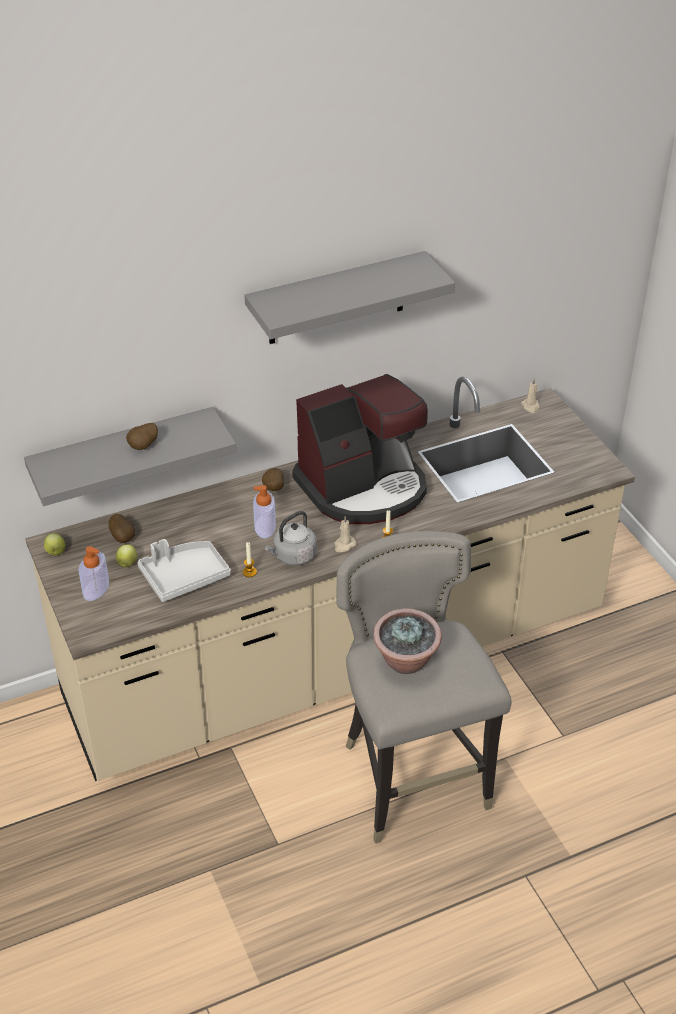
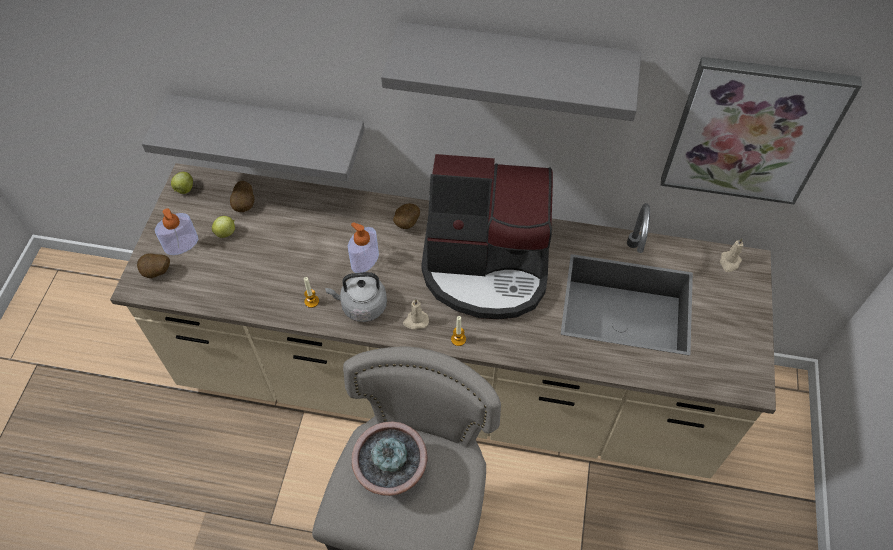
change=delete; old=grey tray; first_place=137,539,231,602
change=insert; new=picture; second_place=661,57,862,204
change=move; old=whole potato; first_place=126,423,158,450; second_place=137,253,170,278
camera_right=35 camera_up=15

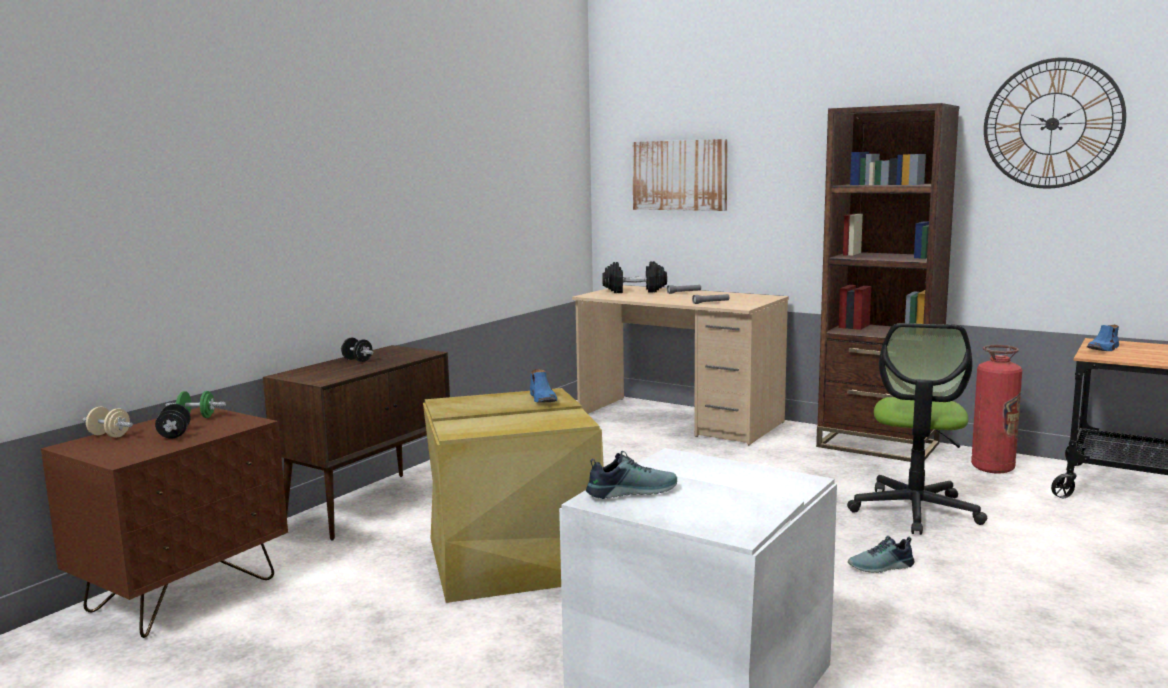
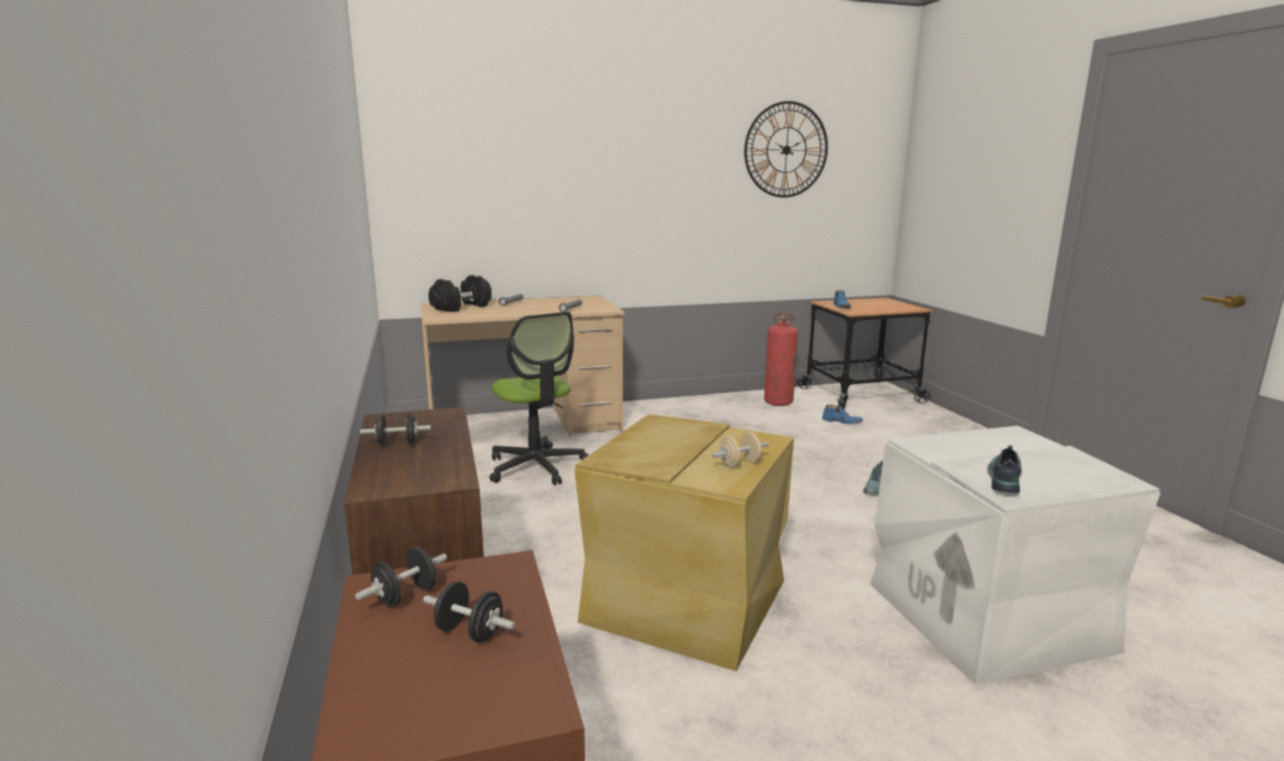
change=delete; old=picture; first_place=632,139,728,211
change=delete; old=brown bookshelf; first_place=816,103,959,462
change=move; old=beige hand weight; first_place=83,407,133,438; second_place=712,432,769,467
change=move; old=blue low shoe; first_place=530,369,557,403; second_place=822,405,863,424
change=move; old=office chair; first_place=847,323,987,535; second_place=489,312,588,485
change=recolor; old=green hand weight; new=black hand weight; first_place=166,391,226,418; second_place=355,547,447,607
camera_right=-50 camera_up=5

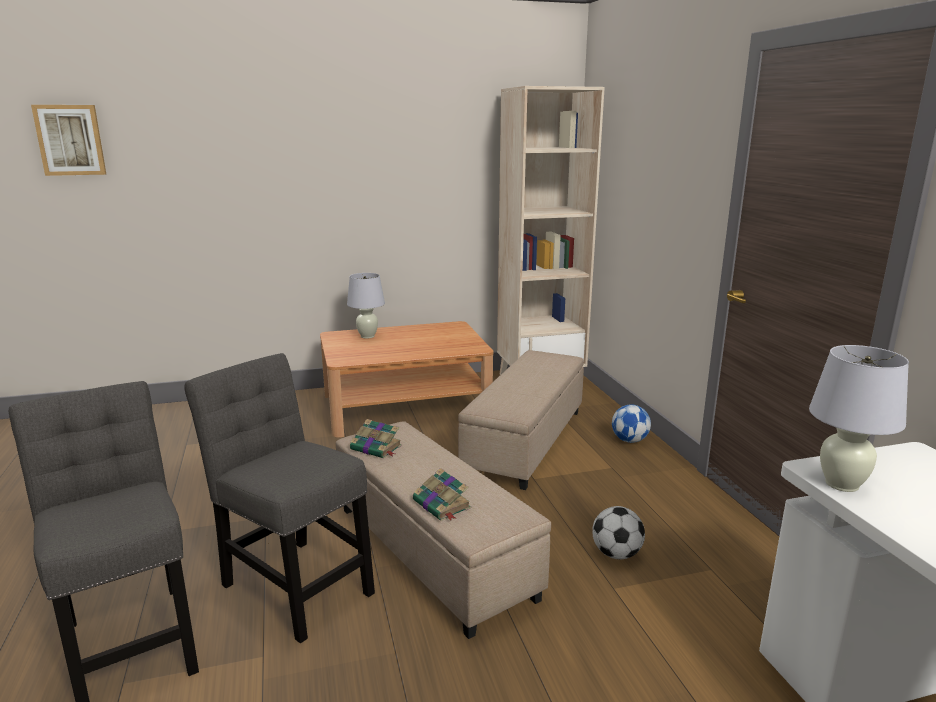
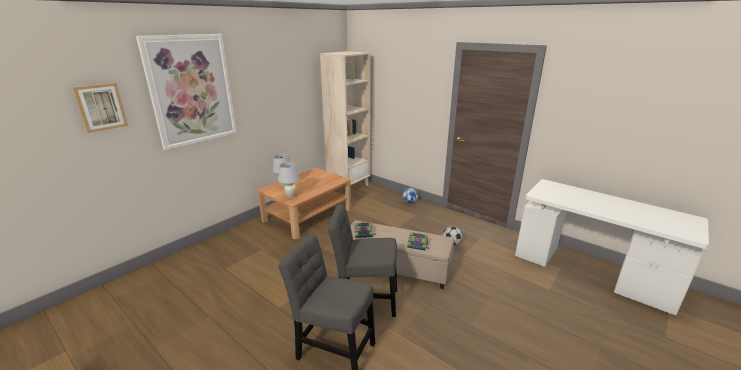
change=delete; old=beige footrest; first_place=458,350,584,490
change=insert; new=picture; second_place=136,34,237,150
change=move; old=white-coloured lamp for a table; first_place=809,345,909,492; second_place=279,162,300,198
camera_right=-35 camera_up=5

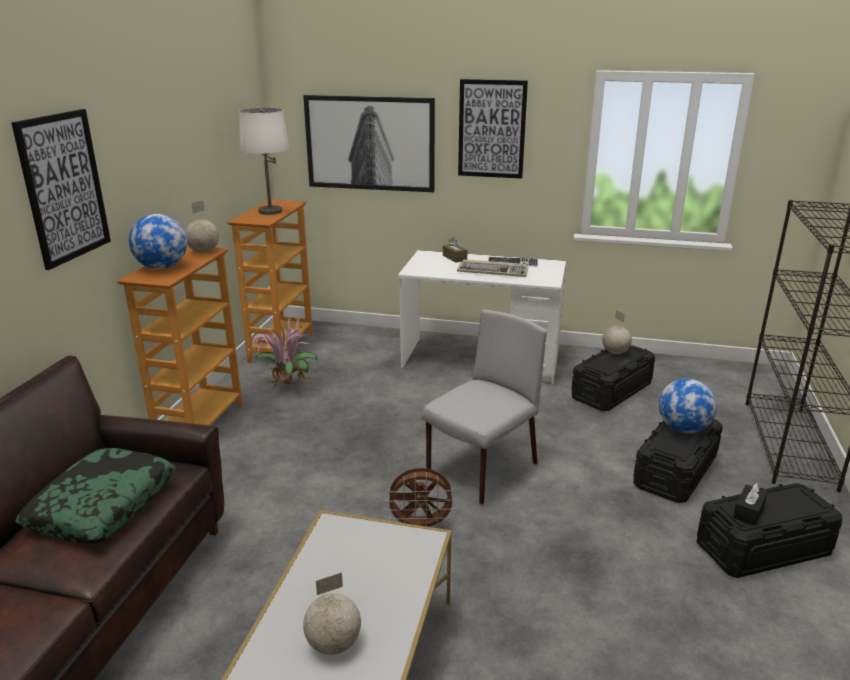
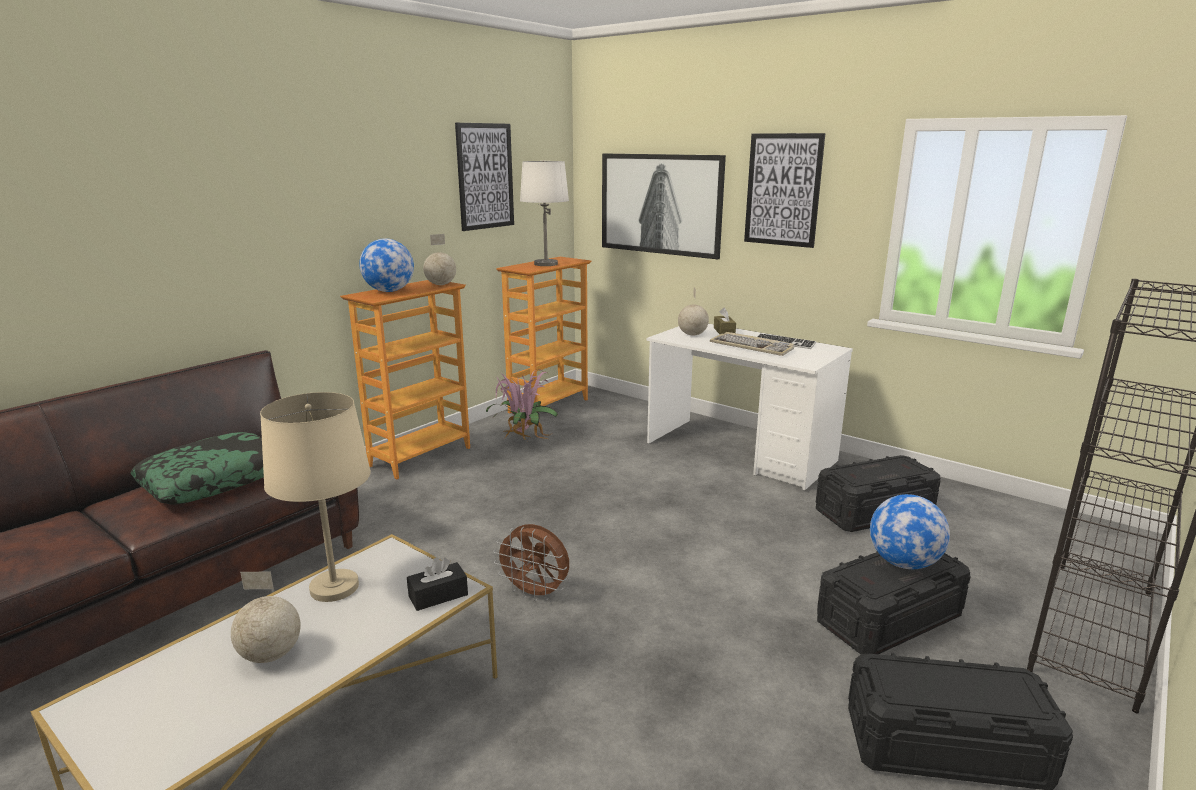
change=delete; old=grey upright chair; first_place=422,310,547,505
change=insert; new=beige lamp for a table; second_place=260,392,371,602
change=move; old=picture; first_place=11,109,111,270; second_place=455,123,514,231
change=move; old=globe; first_place=602,310,632,354; second_place=678,287,709,335
change=move; old=black tissue box; first_place=733,483,768,526; second_place=407,558,468,611
camera_right=25 camera_up=-5

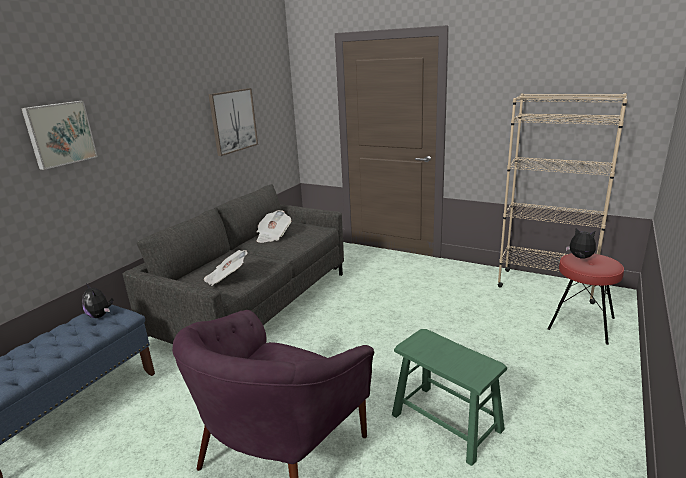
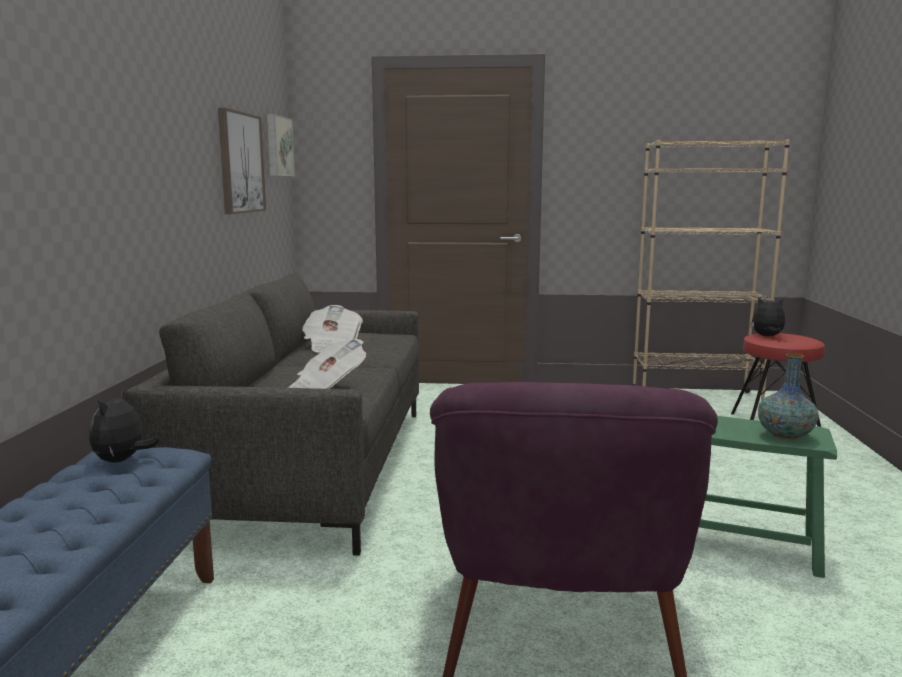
change=insert; new=decorative vase; second_place=758,353,819,440
change=move; old=picture; first_place=21,101,98,170; second_place=267,114,295,176
change=rotate; old=plush toy; first_place=82,285,113,318; second_place=89,389,159,463; degrees=75
camera_right=-25 camera_up=-10

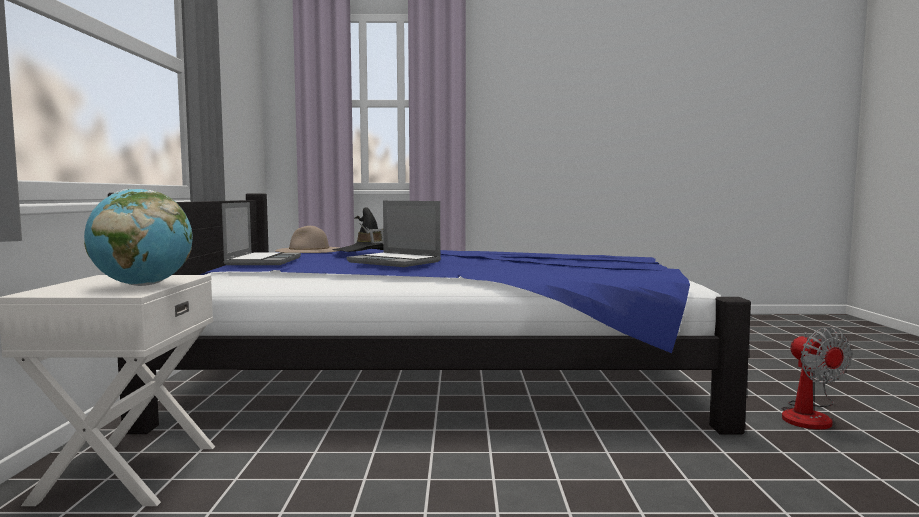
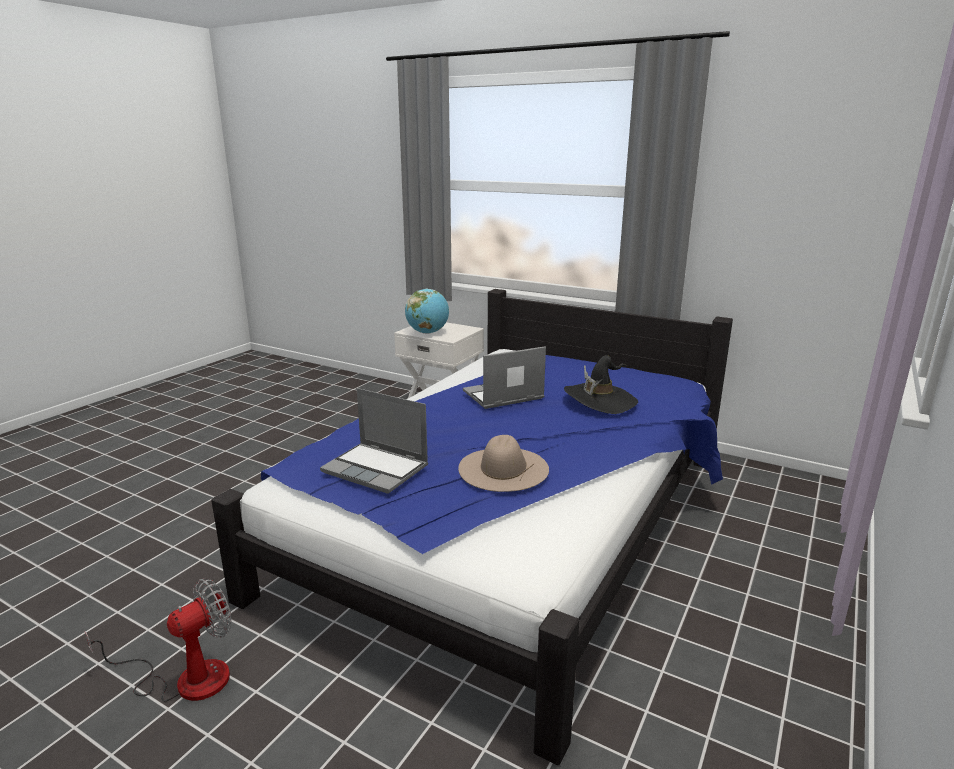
change=move; old=laptop; first_place=222,202,301,265; second_place=320,388,428,494
change=move; old=beige wearable hat; first_place=275,226,339,253; second_place=458,435,549,492
change=rotate; old=cooling fan; first_place=781,327,852,429; second_place=85,578,231,701; degrees=120
camera_right=120 camera_up=15

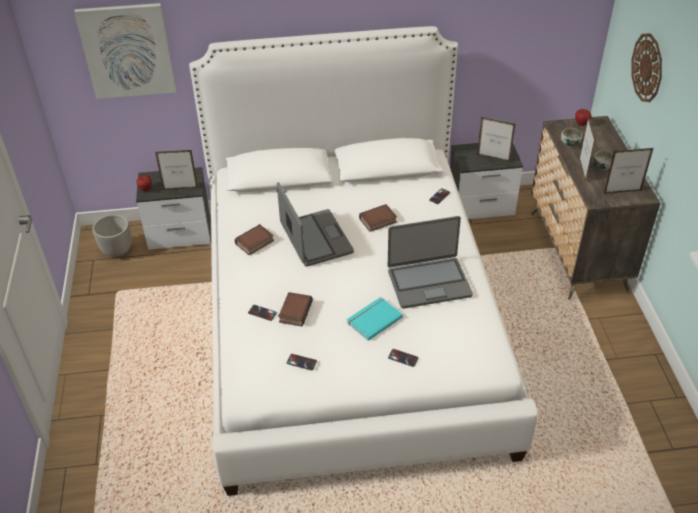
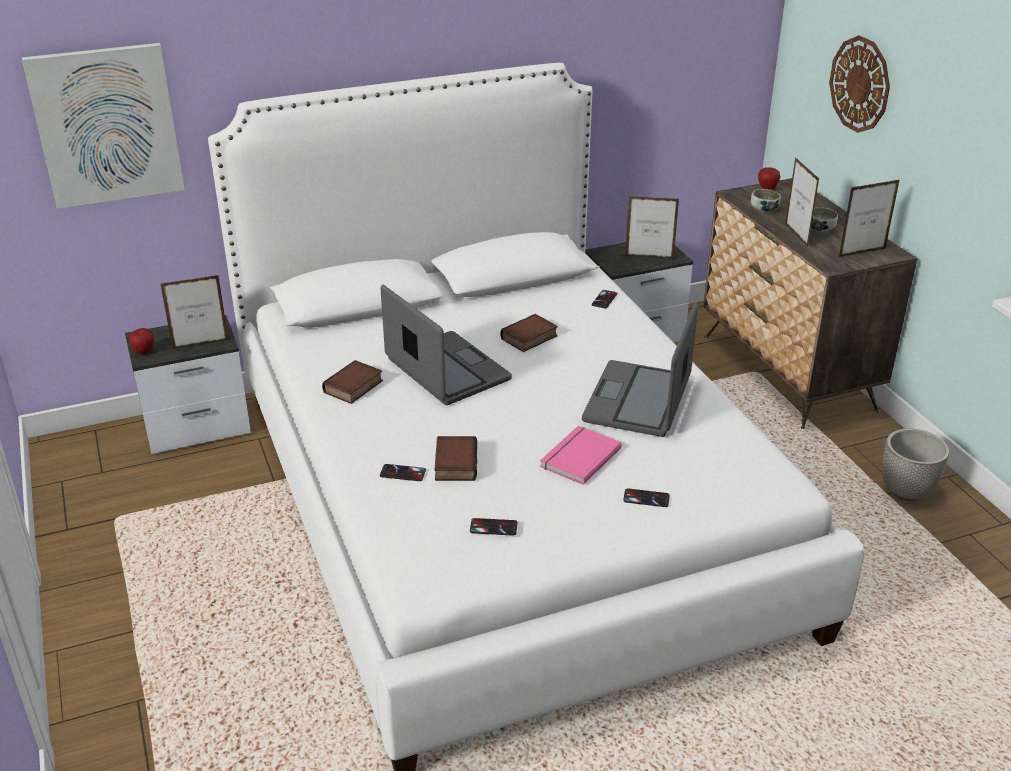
change=move; old=flower pot; first_place=92,214,132,258; second_place=882,429,949,501
change=recolor; old=turquoise bound book; new=pink bound book; first_place=347,297,403,341; second_place=540,426,622,485
change=rotate; old=laptop; first_place=388,216,473,309; second_place=582,303,698,437; degrees=135
camera_right=-15 camera_up=-10

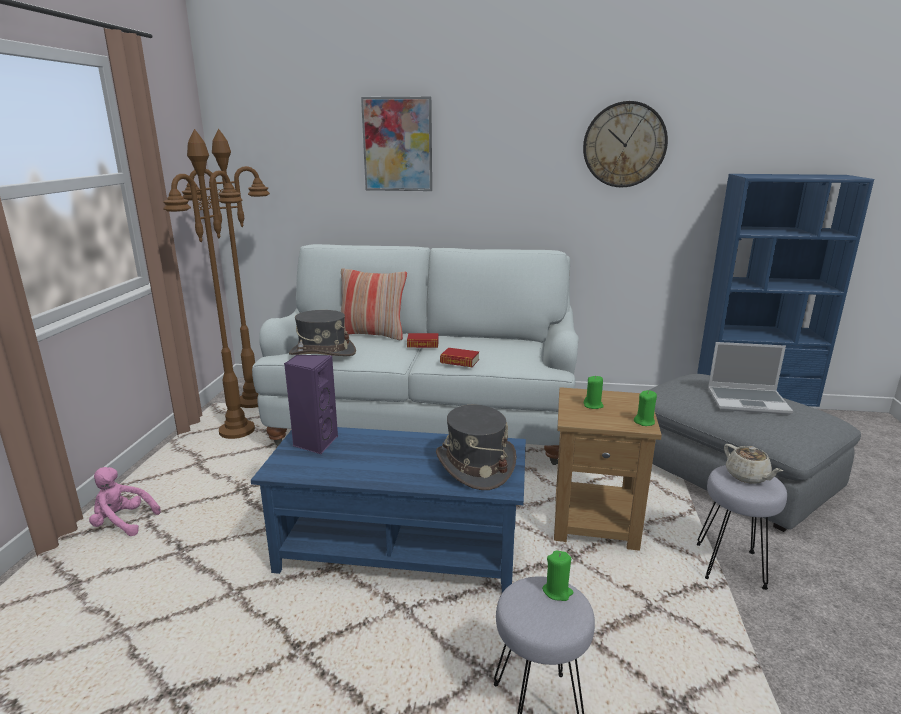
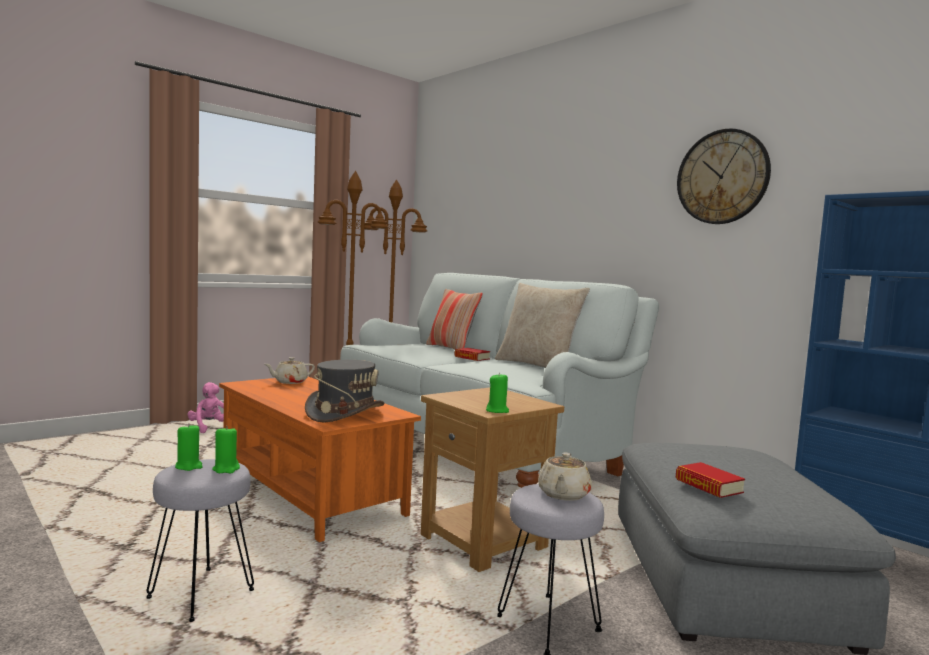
change=delete; old=grey wearable hat; first_place=289,310,356,356
change=delete; old=picture; first_place=361,96,432,191
change=delete; old=laptop; first_place=708,342,793,415
change=insert; new=beige throw pillow; second_place=495,283,590,368
change=move; old=bound book; first_place=440,348,479,367; second_place=675,462,745,498
change=move; old=green candle; first_place=584,376,604,409; second_place=175,423,202,471
change=replace; old=purple-coloured audio speaker; new=beige pot for tea; first_place=284,354,338,454; second_place=265,357,315,384
change=recolor; old=blue coffee table; new=orange coffee table; first_place=251,427,526,593; second_place=219,377,421,542
camera_right=40 camera_up=-15

